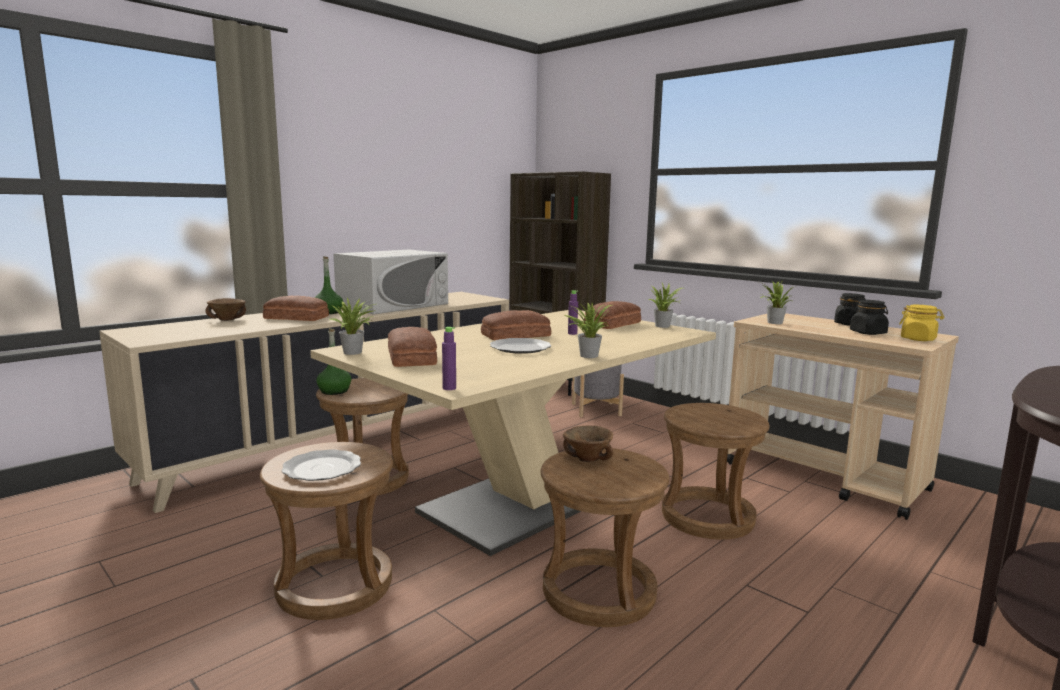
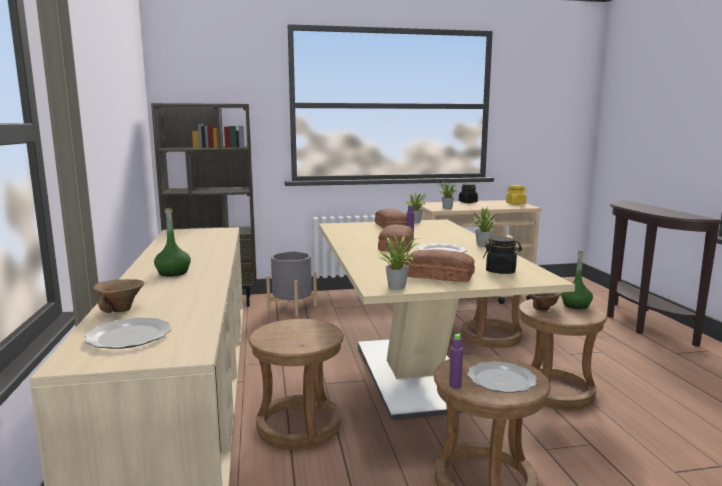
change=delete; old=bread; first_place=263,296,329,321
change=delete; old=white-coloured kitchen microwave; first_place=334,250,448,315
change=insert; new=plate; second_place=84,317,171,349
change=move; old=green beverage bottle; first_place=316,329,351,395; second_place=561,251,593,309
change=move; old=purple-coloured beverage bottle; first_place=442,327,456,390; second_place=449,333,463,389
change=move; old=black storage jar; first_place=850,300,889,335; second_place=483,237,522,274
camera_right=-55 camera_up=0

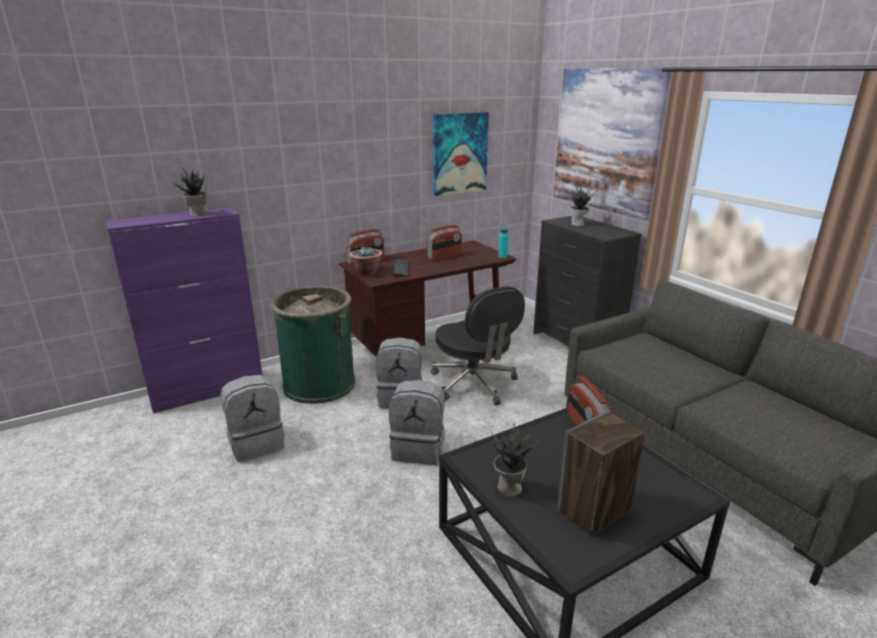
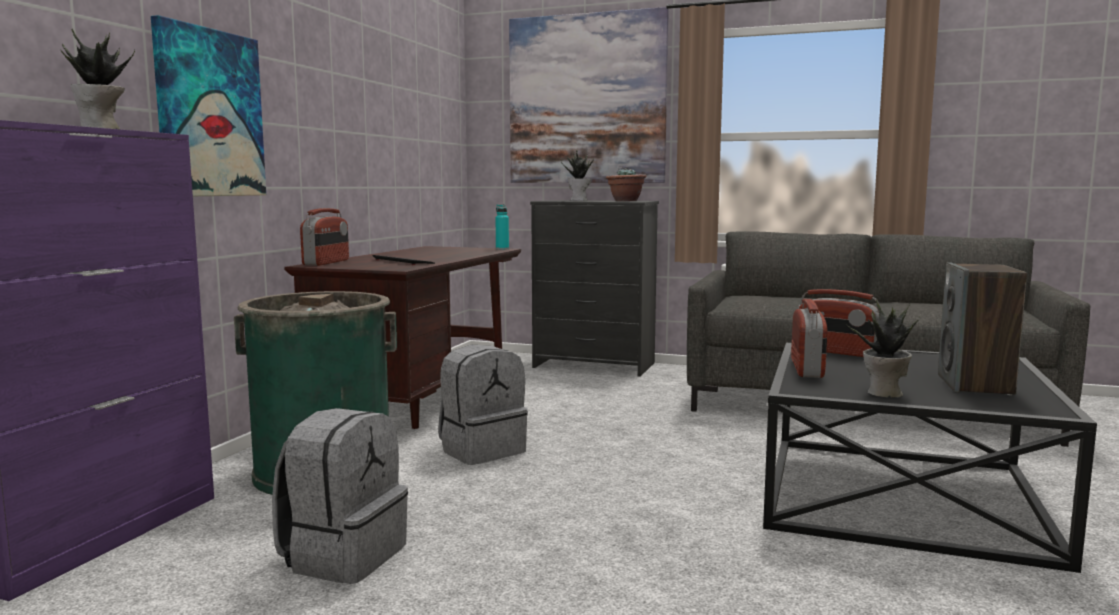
change=delete; old=grey knapsack; first_place=389,380,445,465
change=delete; old=black office chair; first_place=431,286,525,405
change=move; old=houseplant; first_place=349,246,383,275; second_place=606,168,647,201
change=move; old=radio receiver; first_place=427,225,462,261; second_place=791,299,827,378
change=move; old=picture; first_place=433,112,489,196; second_place=151,15,266,196
camera_right=-40 camera_up=-15

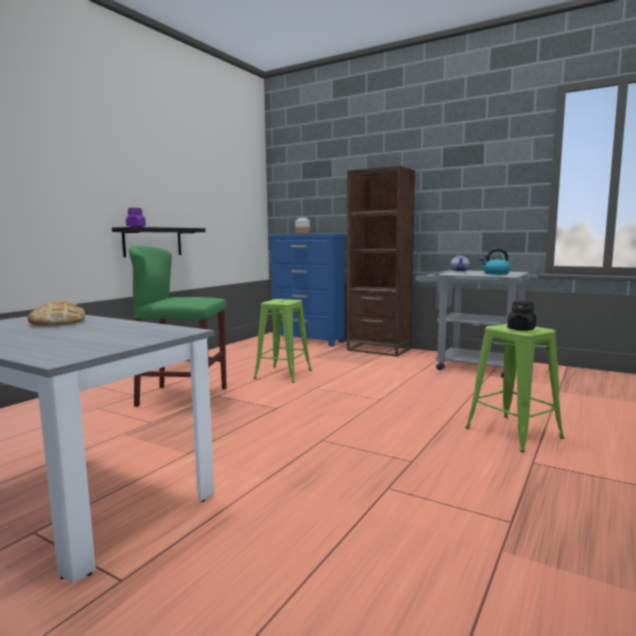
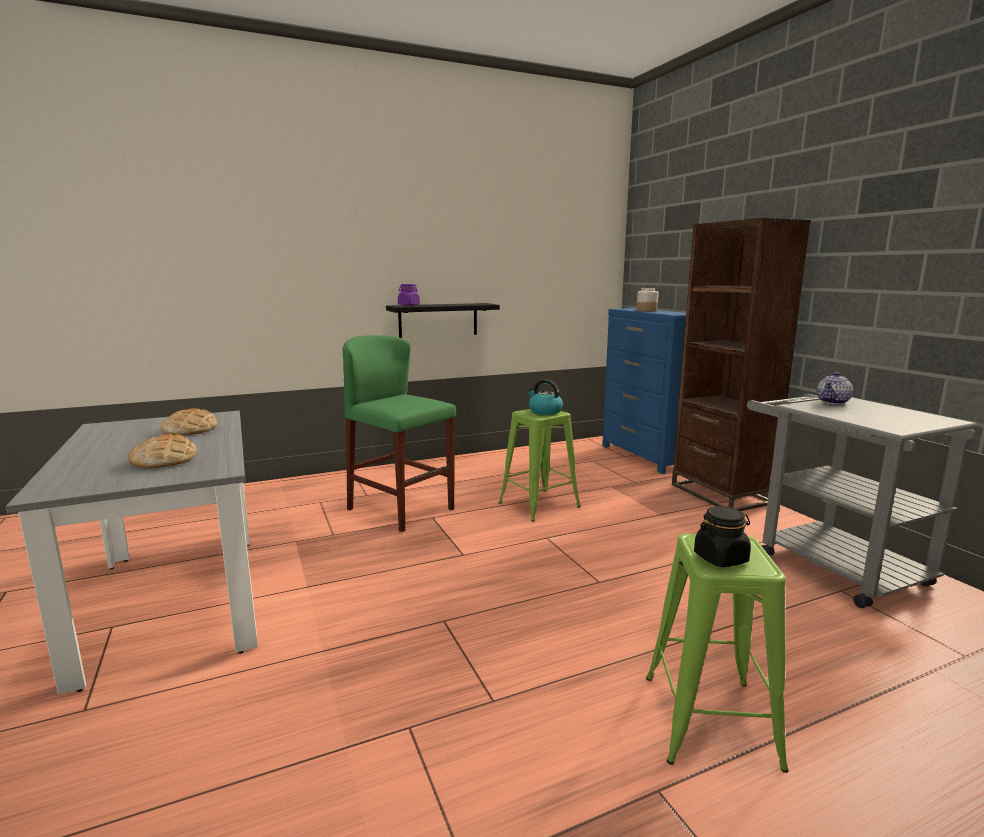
change=insert; new=bread; second_place=128,434,197,468
change=move; old=kettle; first_place=480,249,511,275; second_place=527,379,563,415
camera_right=35 camera_up=5

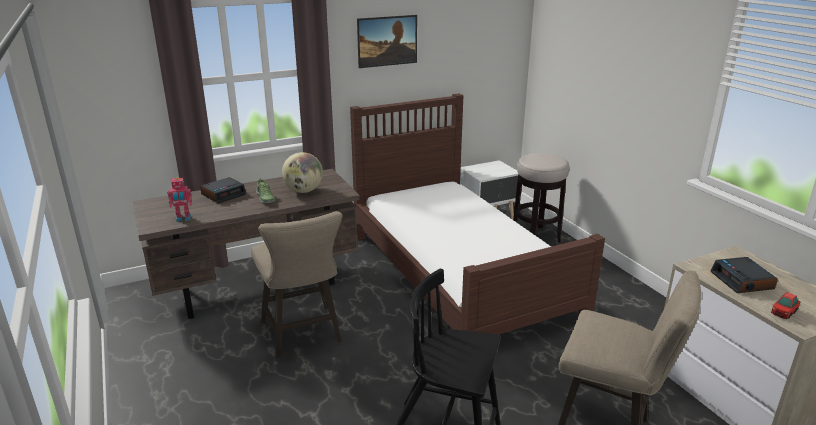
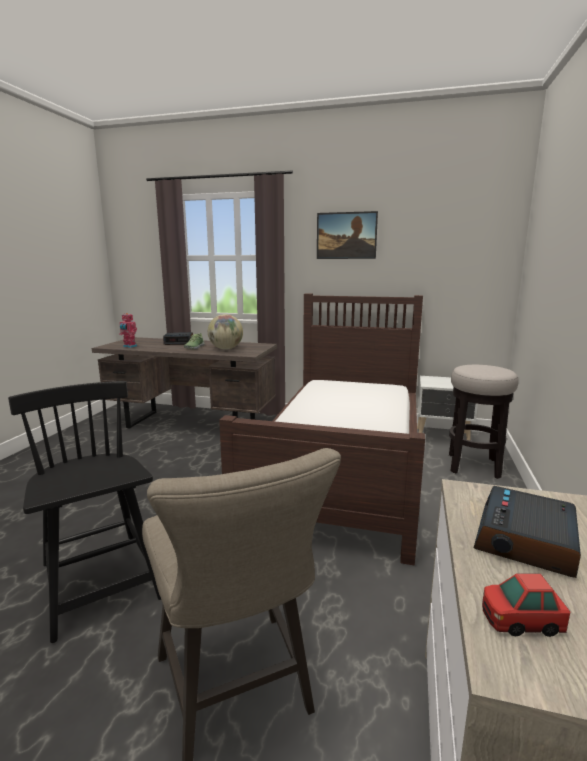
change=delete; old=beige sitting stool; first_place=251,211,343,357
camera_right=40 camera_up=-10

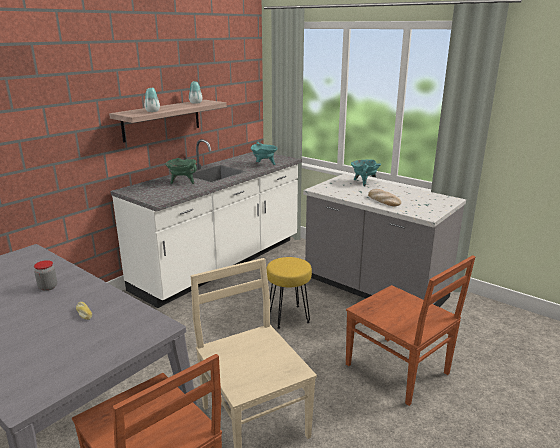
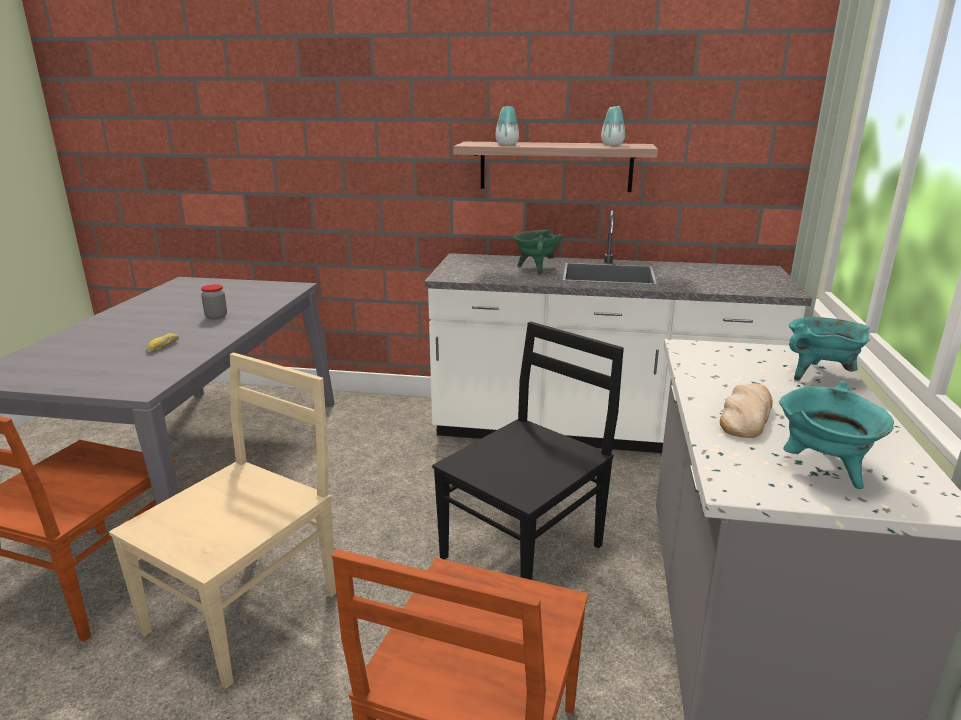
change=move; old=turquoise stockpot; first_place=251,141,278,165; second_place=779,381,894,489
change=replace; old=yellow sitting stool; new=black upright chair; first_place=266,257,312,329; second_place=432,322,624,580
camera_right=60 camera_up=0

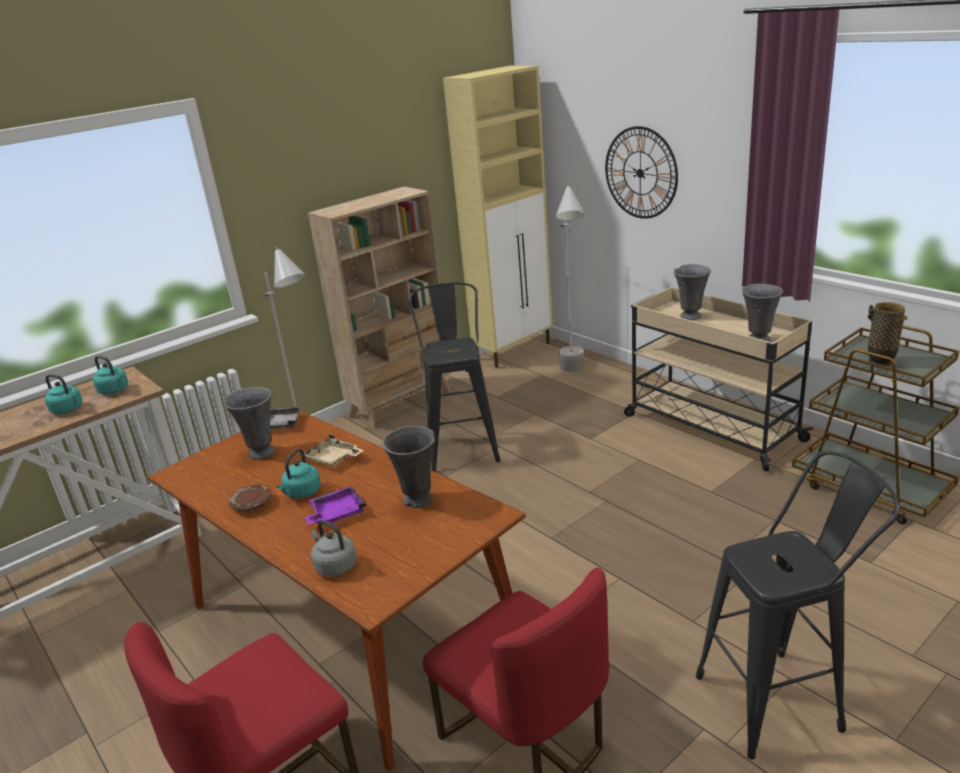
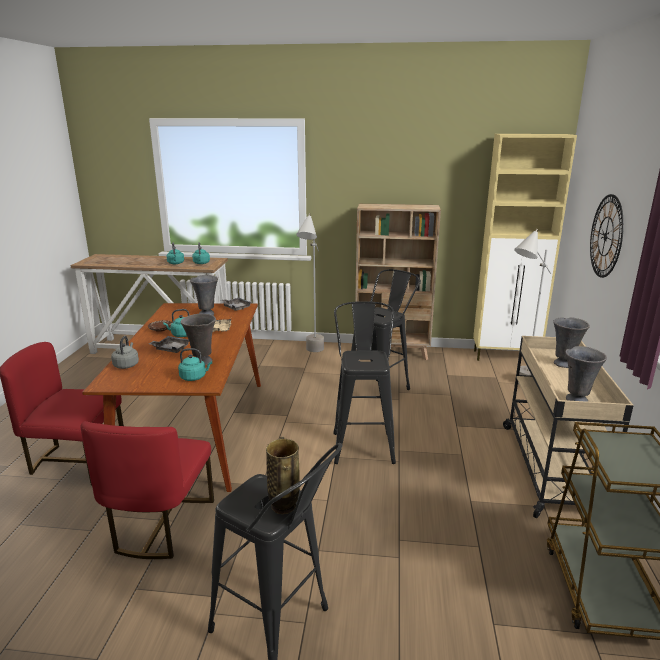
change=insert; new=turquoise kettle; second_place=178,348,212,381
change=insert; new=black sitting stool; second_place=333,301,396,464
change=move; old=decorative vase; first_place=868,302,907,367; second_place=266,436,300,514
change=recolor; old=purple-coloured tray; new=grey tray; first_place=305,486,367,524; second_place=149,336,189,353
camera_right=45 camera_up=-5

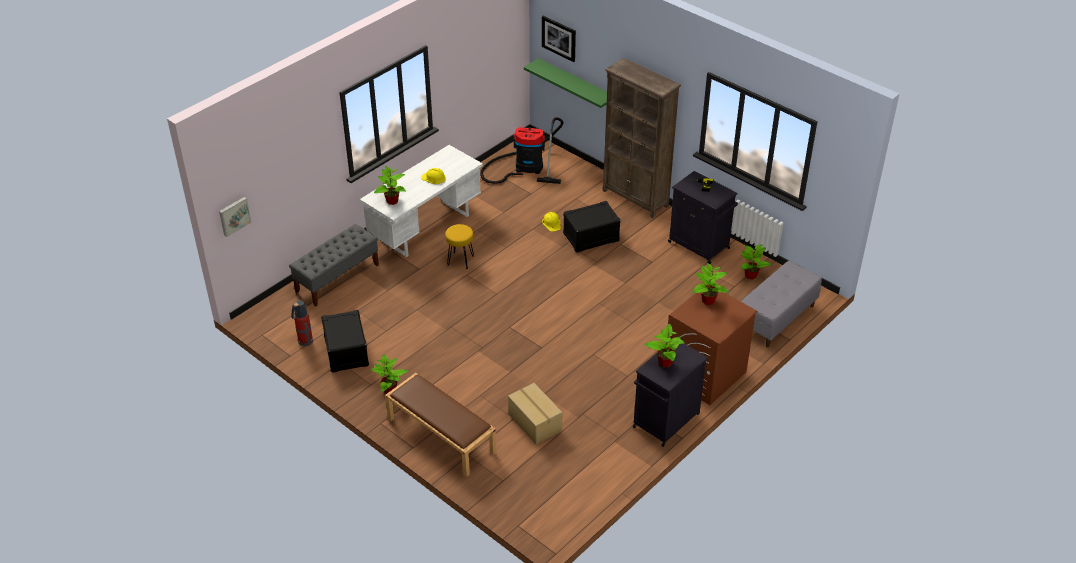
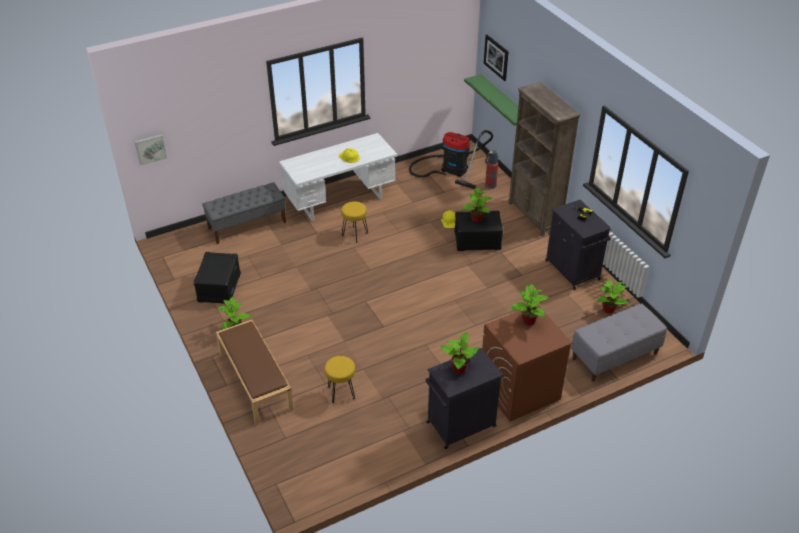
change=move; old=fire extinguisher; first_place=291,300,313,346; second_place=485,150,499,189
change=move; old=houseplant; first_place=374,166,406,205; second_place=461,187,492,223
change=replace; old=packing box; new=yellow sitting stool; first_place=508,383,562,445; second_place=324,356,355,403
camera_right=20 camera_up=0

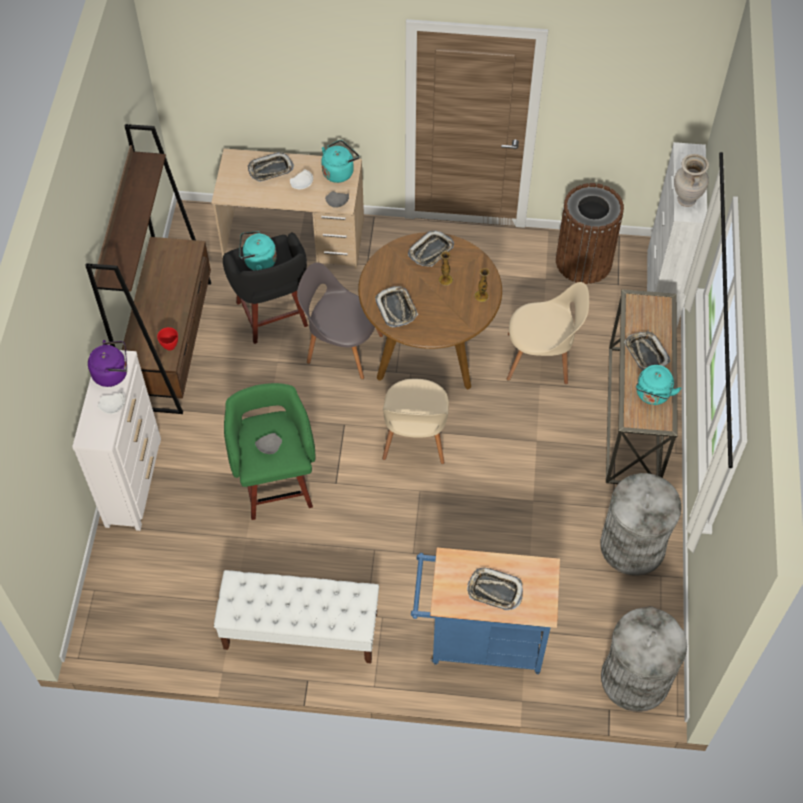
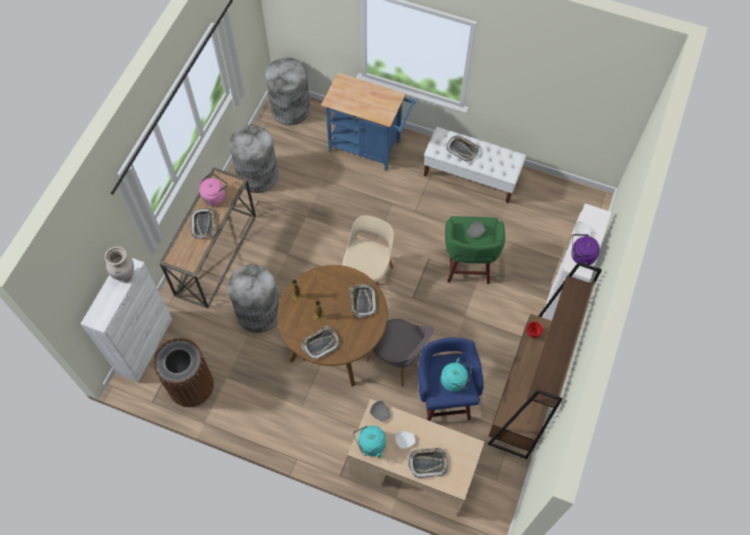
change=move; old=tray; first_place=467,567,523,610; second_place=446,135,479,162
change=replace; old=beige upright chair; new=grey rubbish bin; first_place=507,282,589,384; second_place=228,264,280,333
change=recolor; old=black sitting stool; new=blue sitting stool; first_place=223,232,308,344; second_place=418,338,484,421
change=recolor; old=turquoise kettle; new=pink kettle; first_place=636,365,682,405; second_place=198,173,228,206
camera_right=-165 camera_up=5

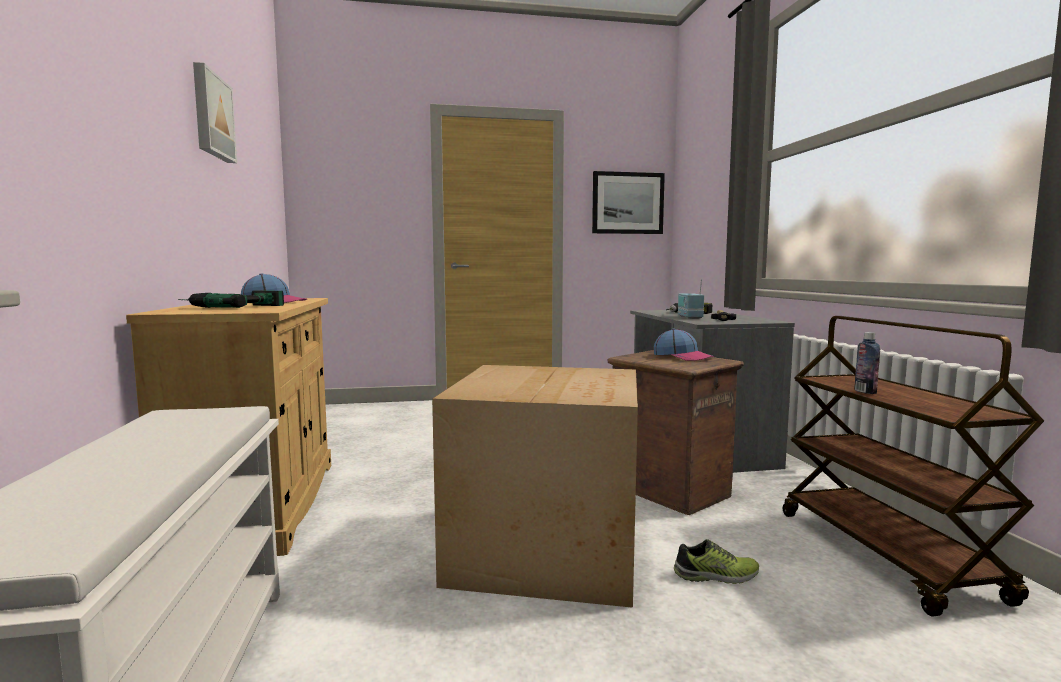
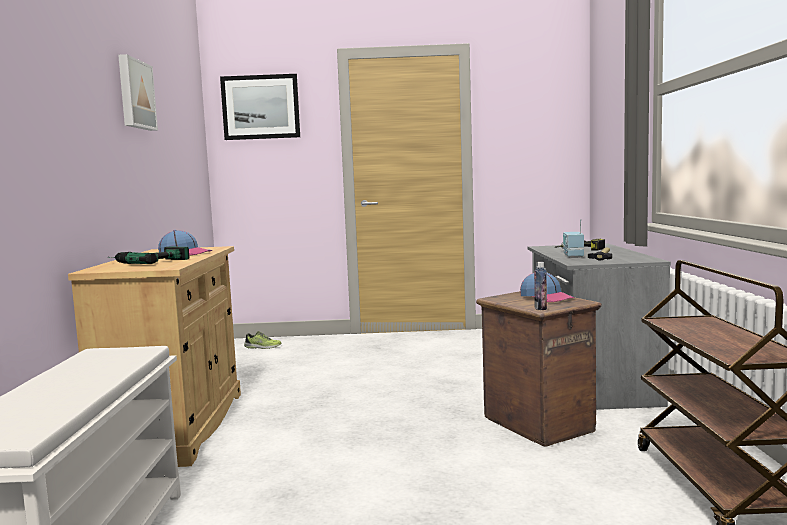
change=delete; old=packing box; first_place=432,365,638,608
change=move; old=picture; first_place=592,171,665,234; second_place=220,74,300,140
change=move; old=low shoe; first_place=674,539,759,584; second_place=244,331,281,349
change=move; old=beverage bottle; first_place=854,332,880,394; second_place=534,262,547,310
camera_right=10 camera_up=0

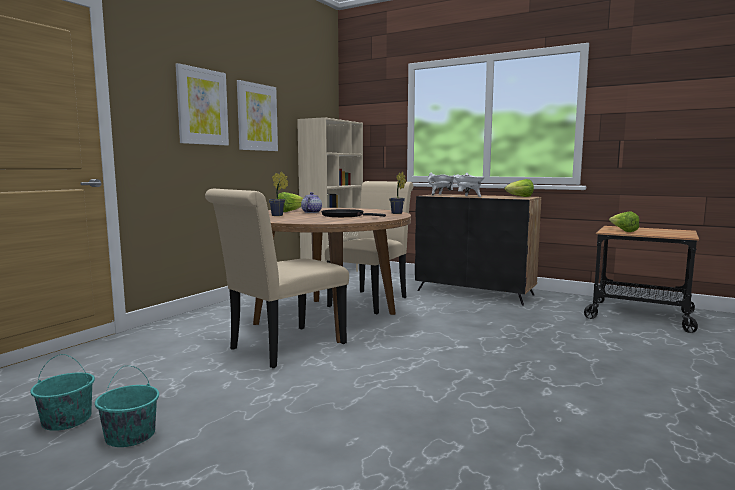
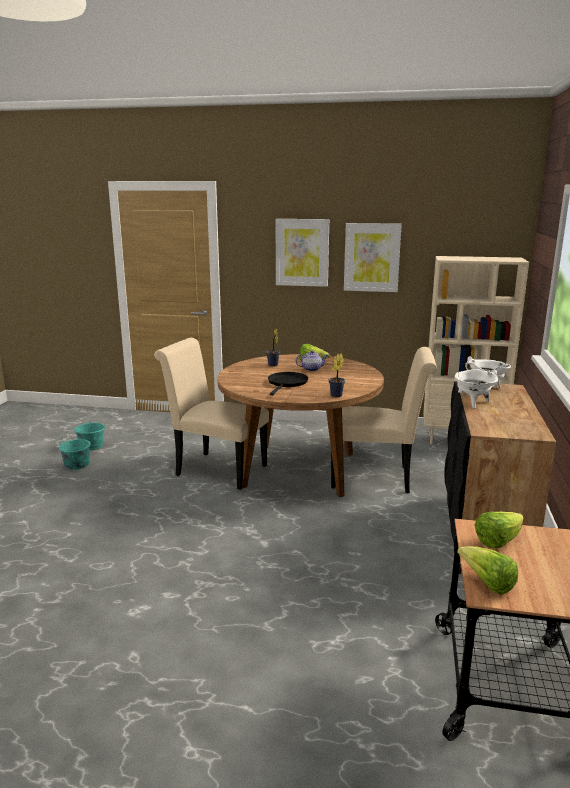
change=move; old=lettuce; first_place=505,179,534,197; second_place=457,546,518,595
camera_right=70 camera_up=10

